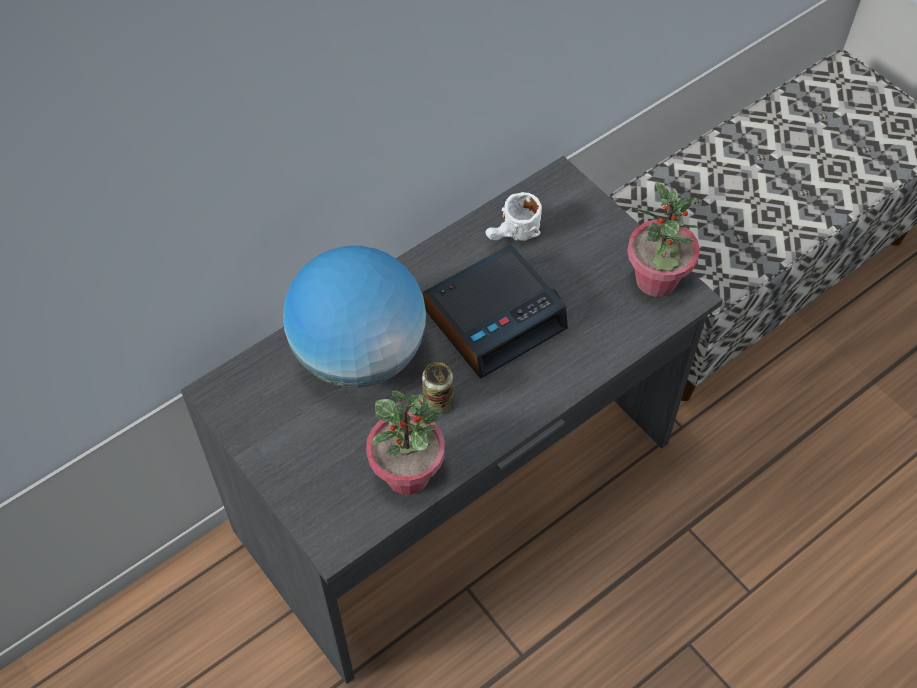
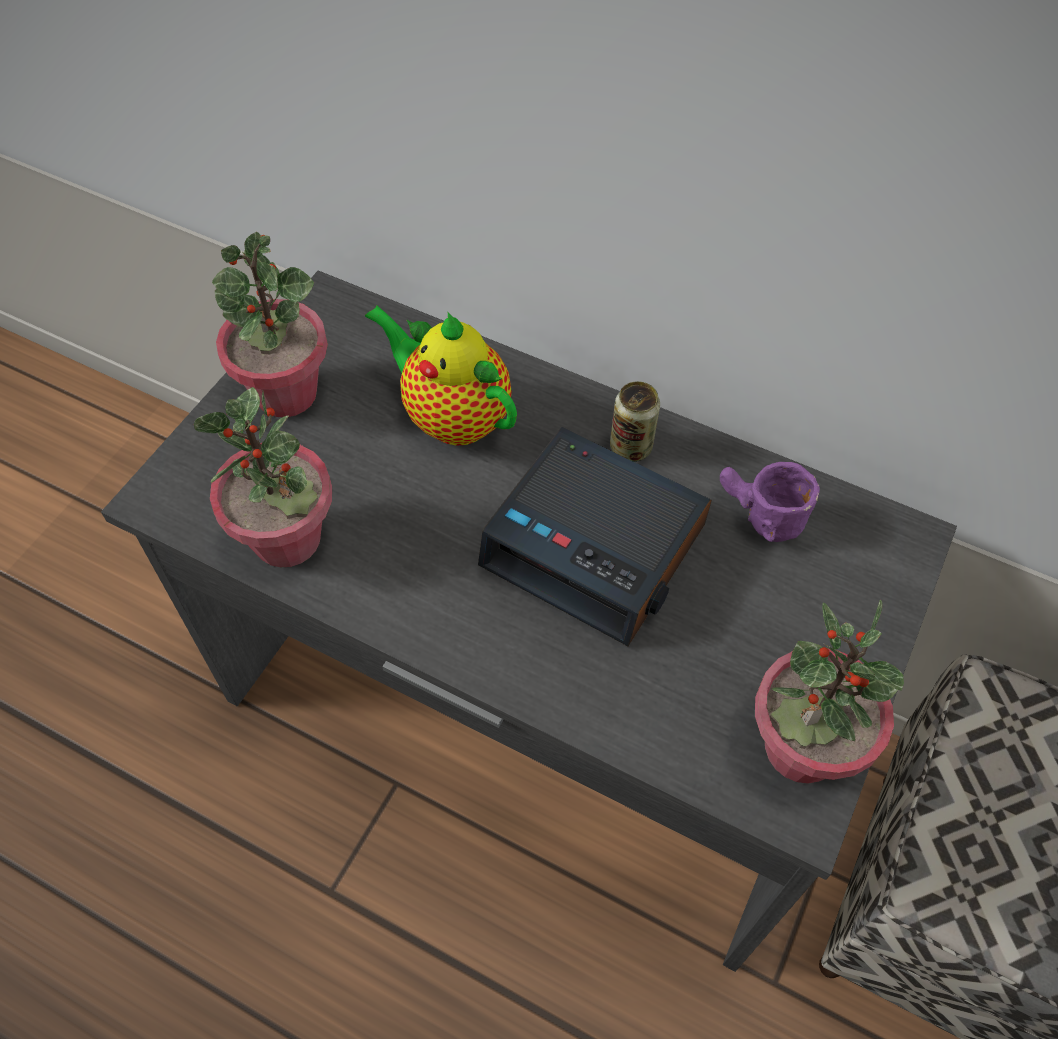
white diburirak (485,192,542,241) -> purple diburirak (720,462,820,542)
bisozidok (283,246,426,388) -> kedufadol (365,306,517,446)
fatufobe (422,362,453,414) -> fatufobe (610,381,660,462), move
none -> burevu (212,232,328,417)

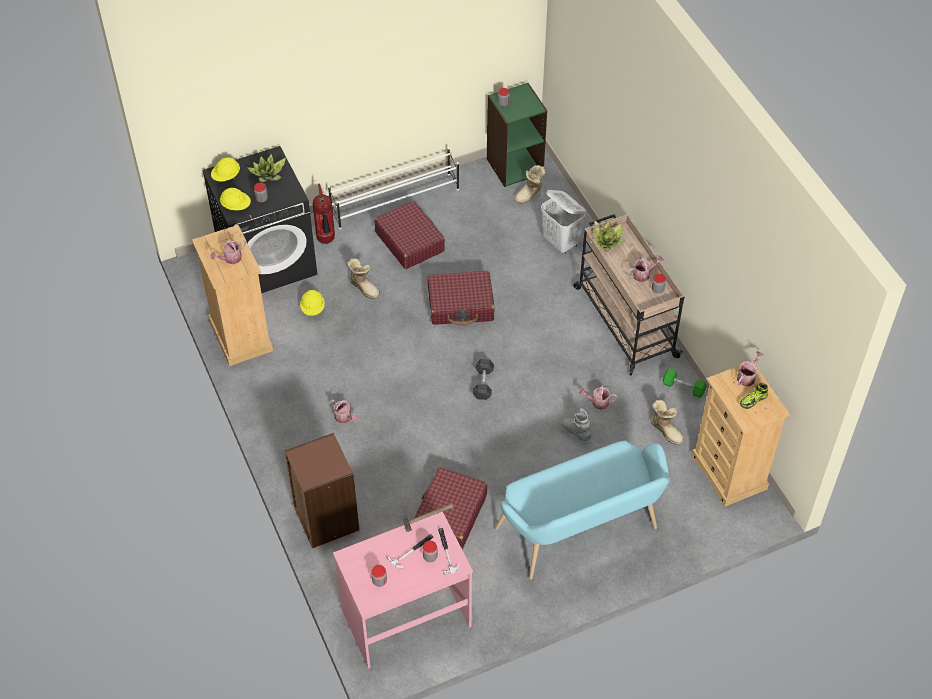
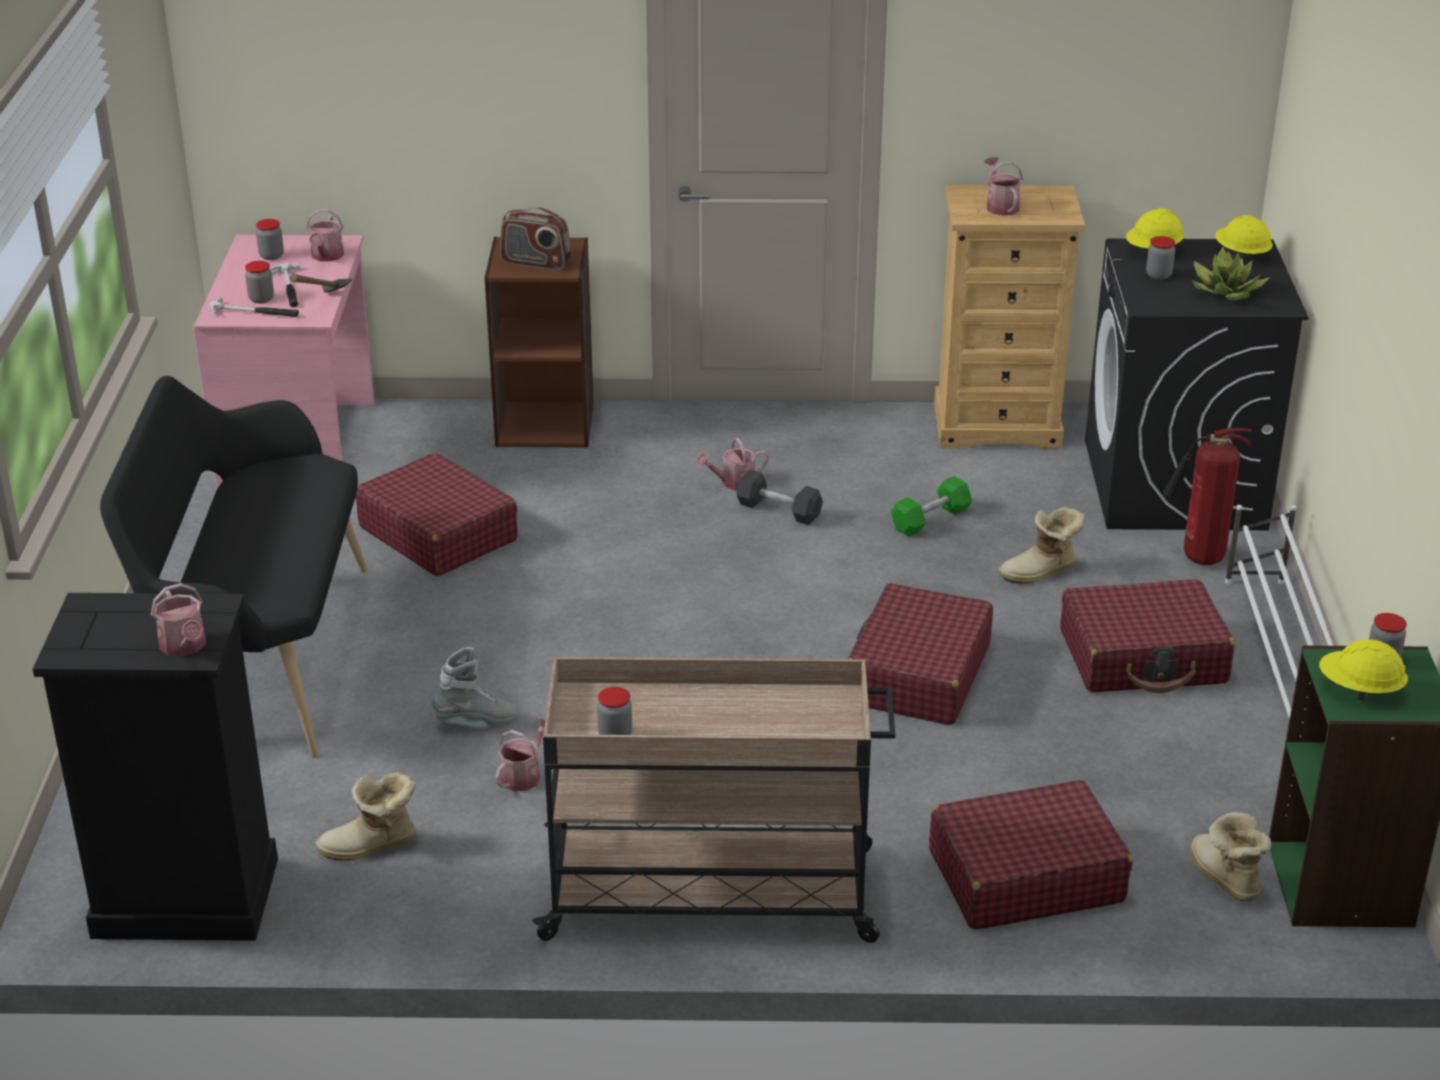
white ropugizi (541,190,586,254) -> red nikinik (929,780,1132,930)
burevu (590,220,626,252) -> none
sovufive (627,255,664,282) -> sovufive (306,209,344,262), move
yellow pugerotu (300,290,325,316) -> yellow pugerotu (1319,639,1408,701), move
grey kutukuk (473,359,494,400) -> grey kutukuk (736,469,823,525), move
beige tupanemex (692,361,790,507) -> black tupanemex (33,593,278,941)
green kutukuk (662,369,706,398) -> green kutukuk (890,476,972,537), move
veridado (740,383,768,409) -> none
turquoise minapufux (495,440,670,579) -> black minapufux (100,376,367,757)
none -> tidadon (500,208,572,270)

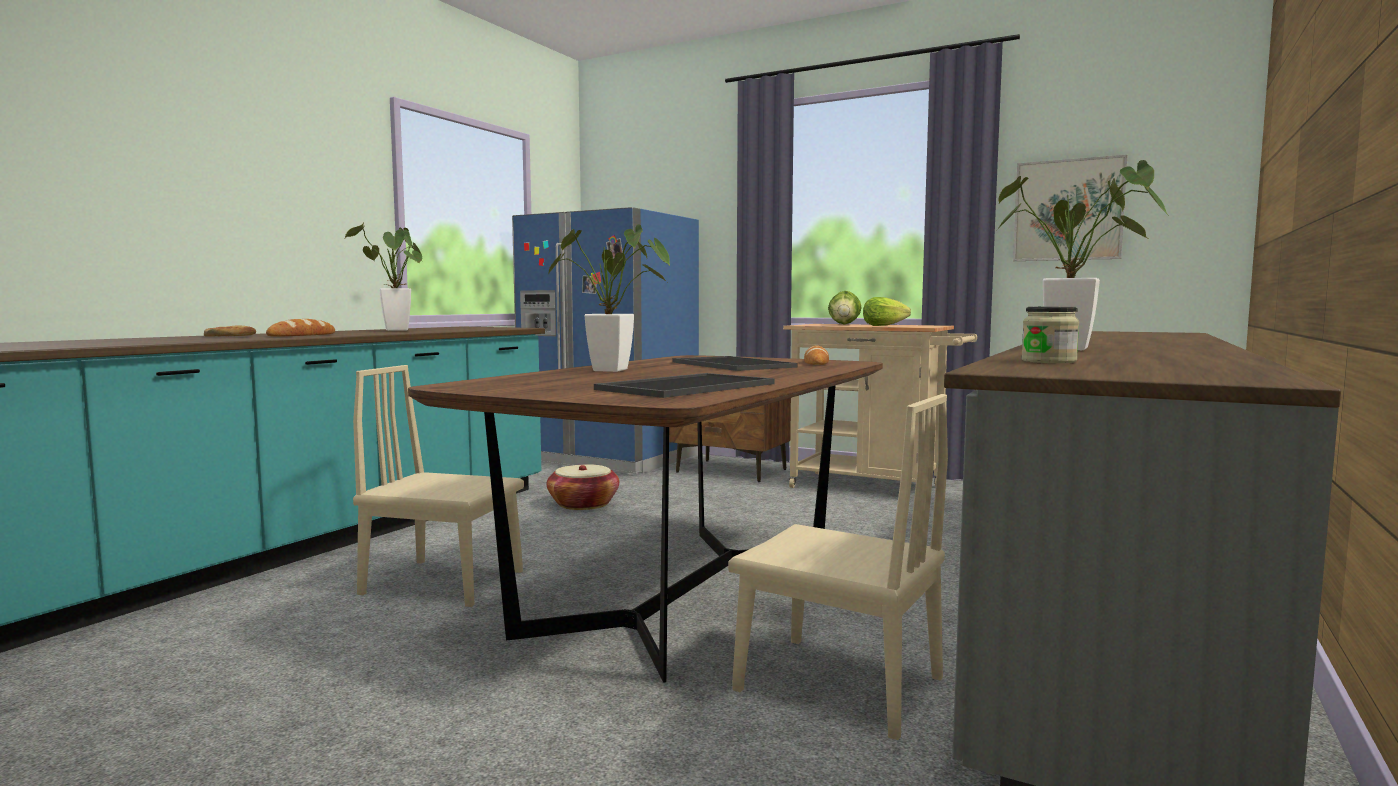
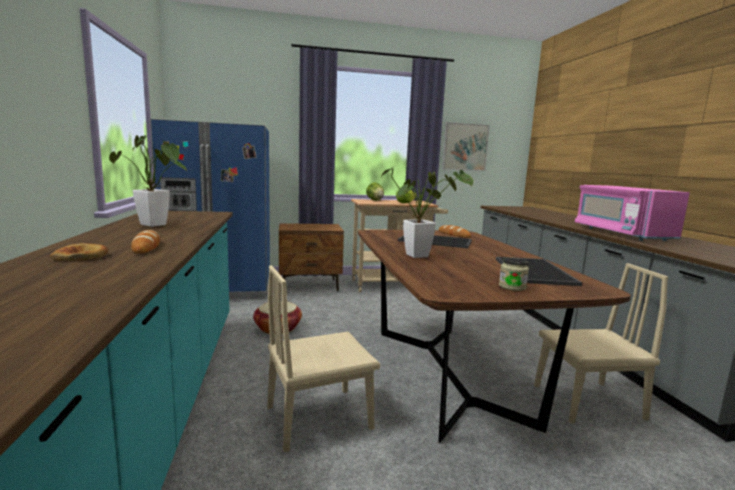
burevu (997,160,1169,350) -> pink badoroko (575,185,690,241)
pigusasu (1021,307,1079,363) -> pigusasu (499,257,529,291), move

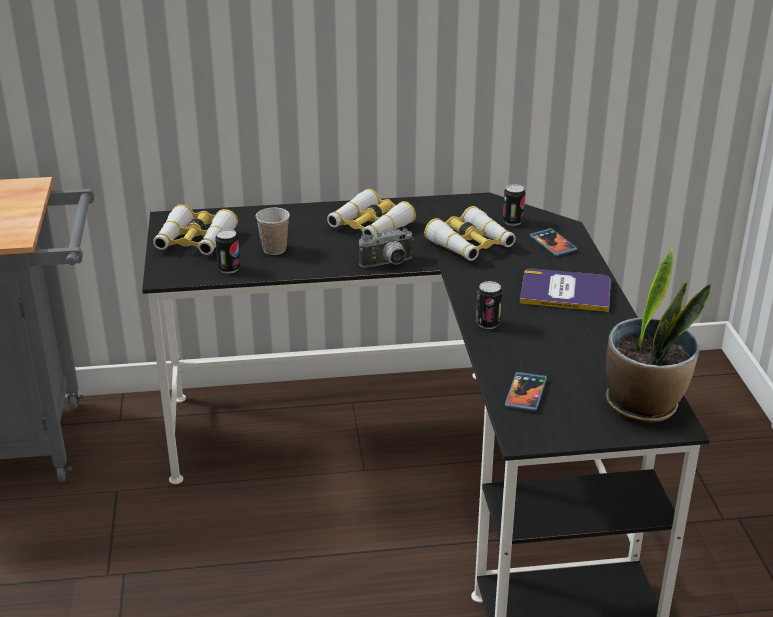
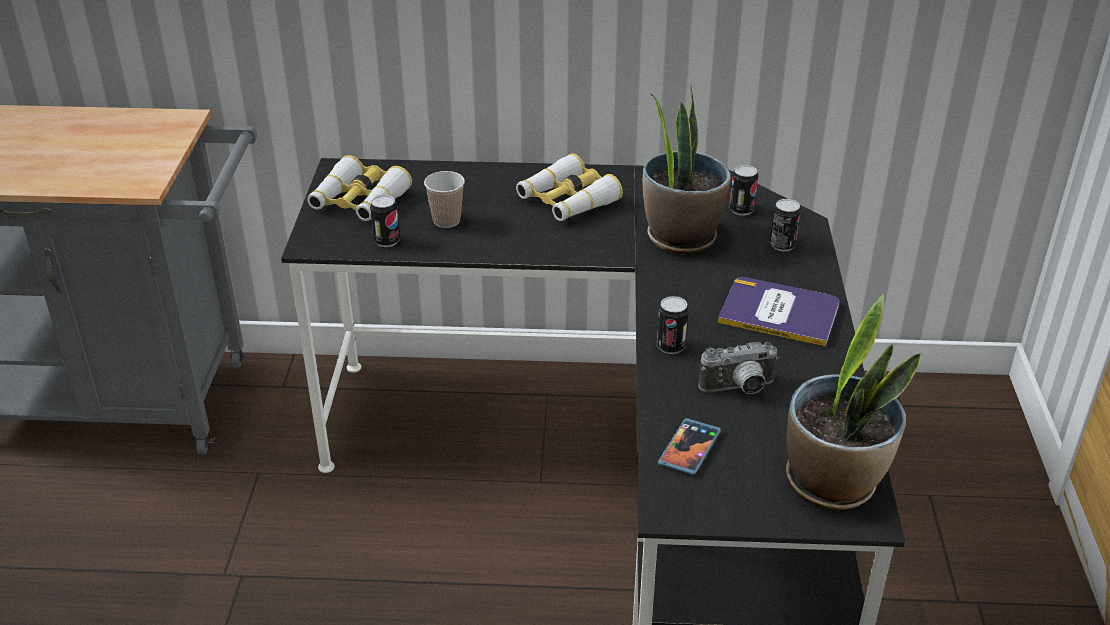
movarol (424,206,516,261) -> burevu (643,84,731,255)
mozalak (359,228,414,268) -> mozalak (699,342,779,394), move
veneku (530,228,577,256) -> fatufobe (770,199,801,251)

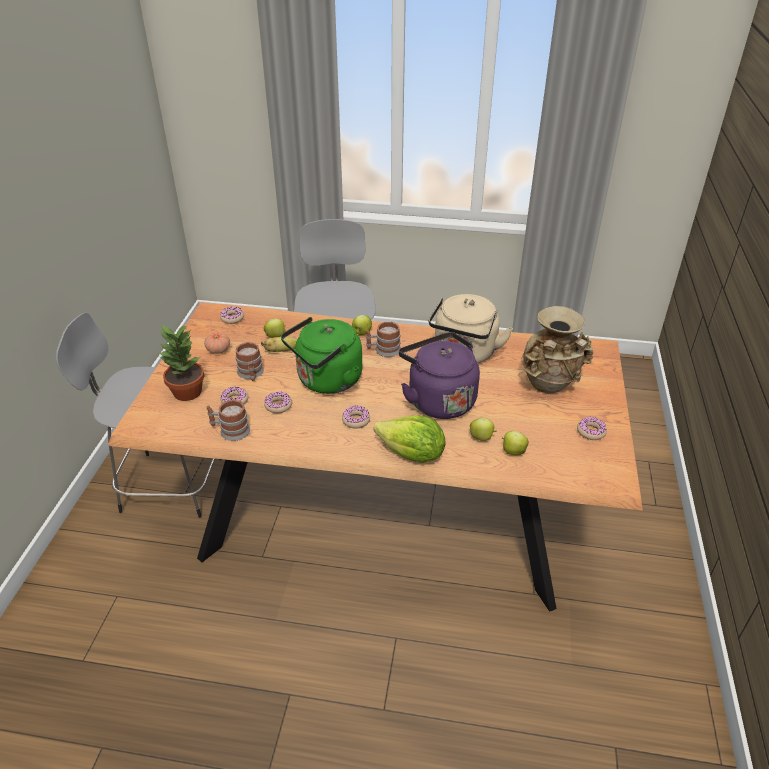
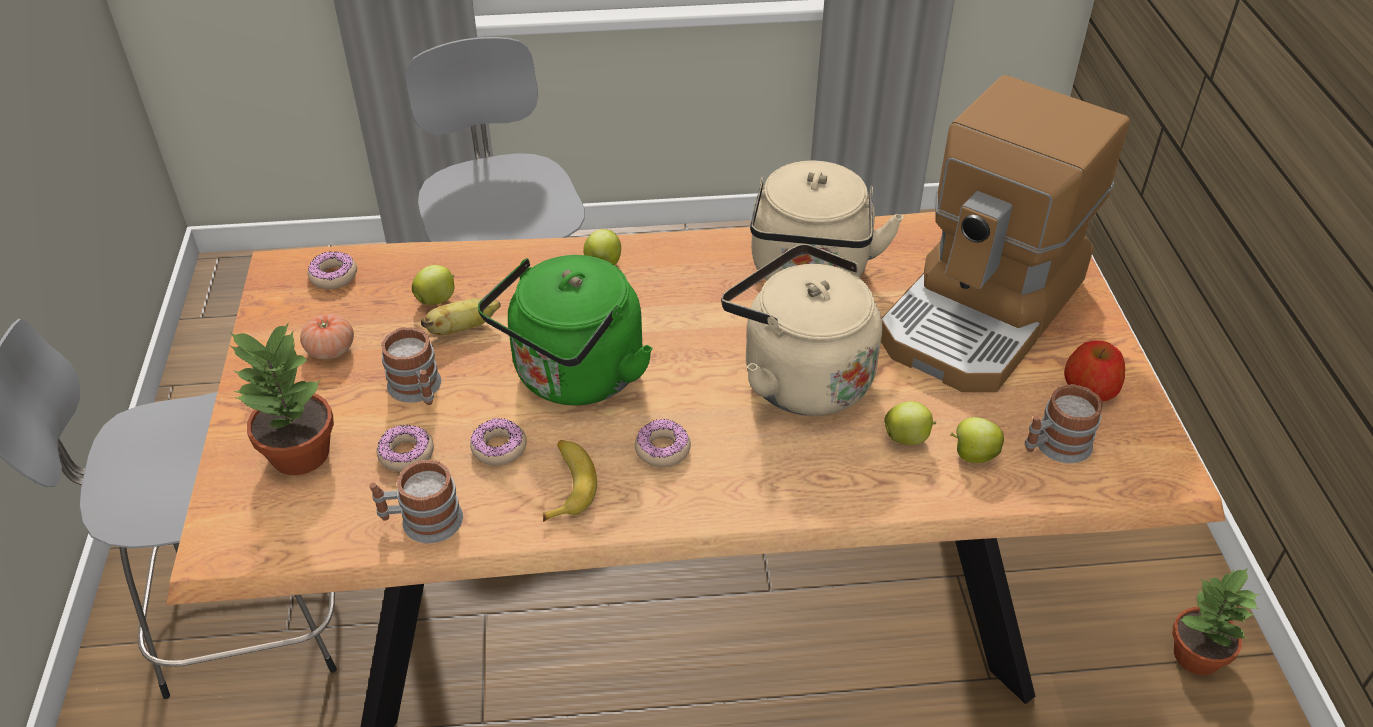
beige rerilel (522,306,593,393) -> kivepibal (881,75,1130,392)
diburirak (366,322,401,357) -> diburirak (1025,384,1102,463), move
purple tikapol (399,332,480,419) -> beige tikapol (721,244,882,416)
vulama (374,415,445,463) -> none
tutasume (577,417,607,440) -> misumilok (1064,341,1125,401)
none -> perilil (543,440,597,522)
none -> burevu (1172,568,1260,675)

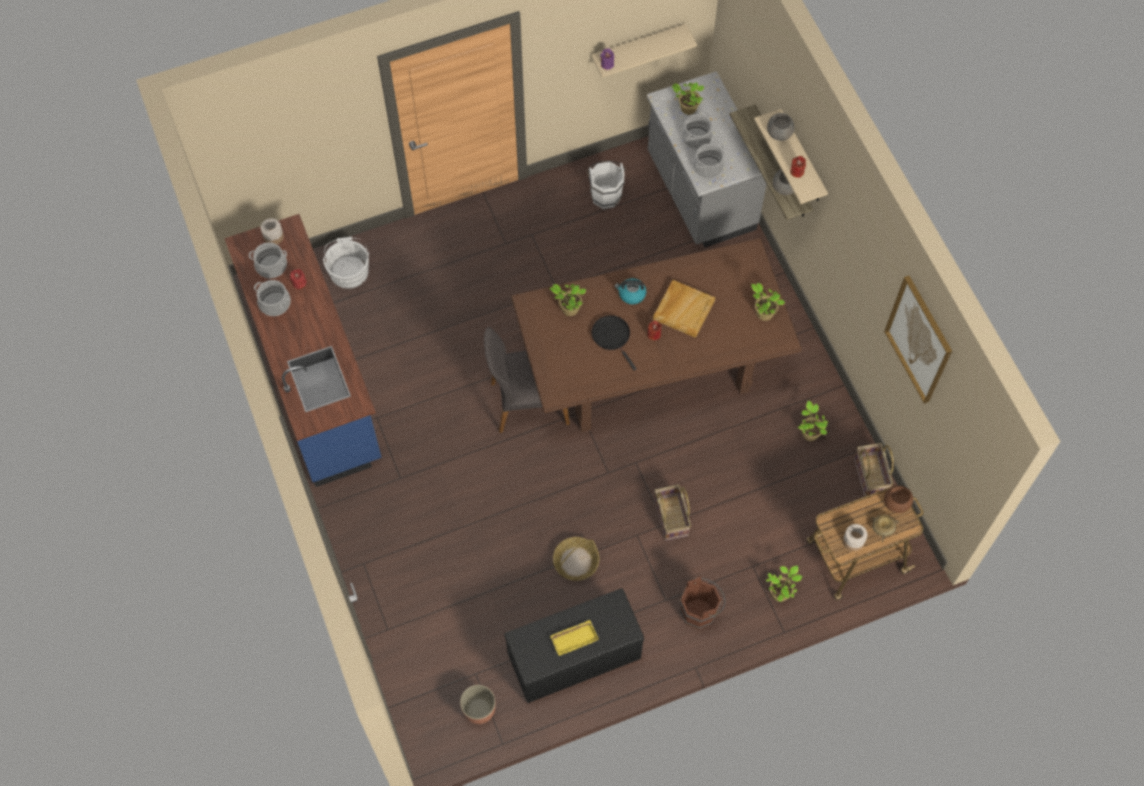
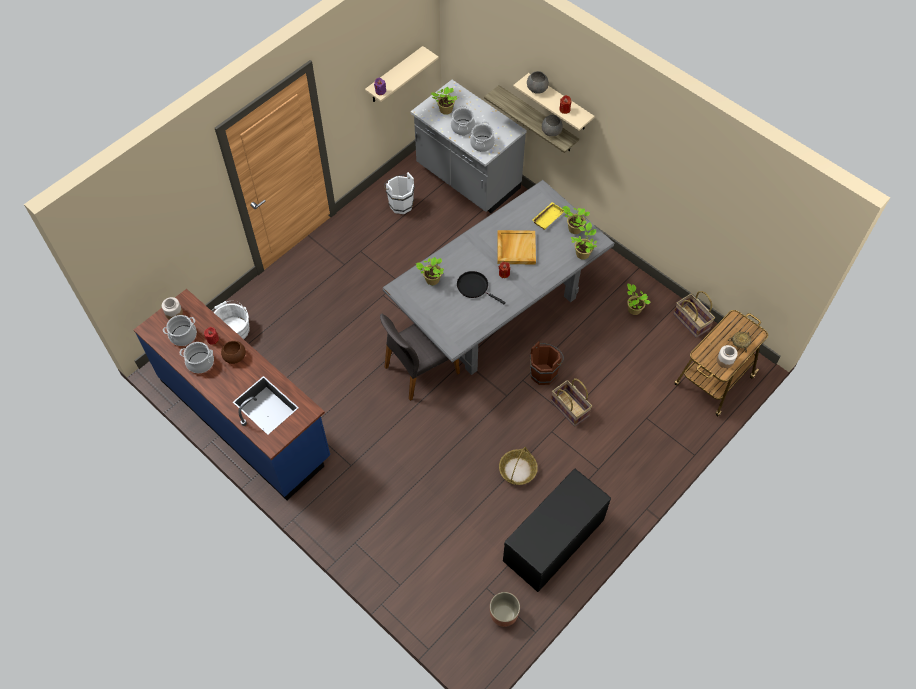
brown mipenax (511,238,802,432) -> grey mipenax (383,180,614,375)
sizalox (884,276,952,403) -> none
tikapol (615,278,646,304) -> none
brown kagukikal (884,485,913,513) -> brown kagukikal (221,341,246,364), move
burevu (766,566,802,602) -> burevu (571,222,597,260), move
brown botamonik (680,577,725,629) -> brown botamonik (530,341,564,385), move
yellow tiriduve (550,620,599,656) -> yellow tiriduve (532,202,564,230), move

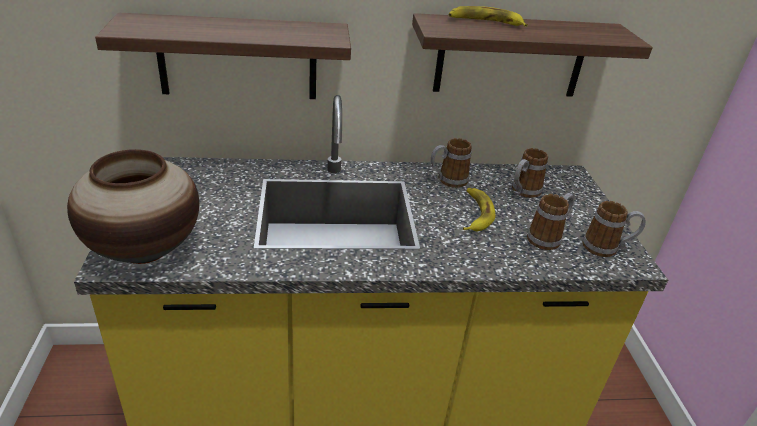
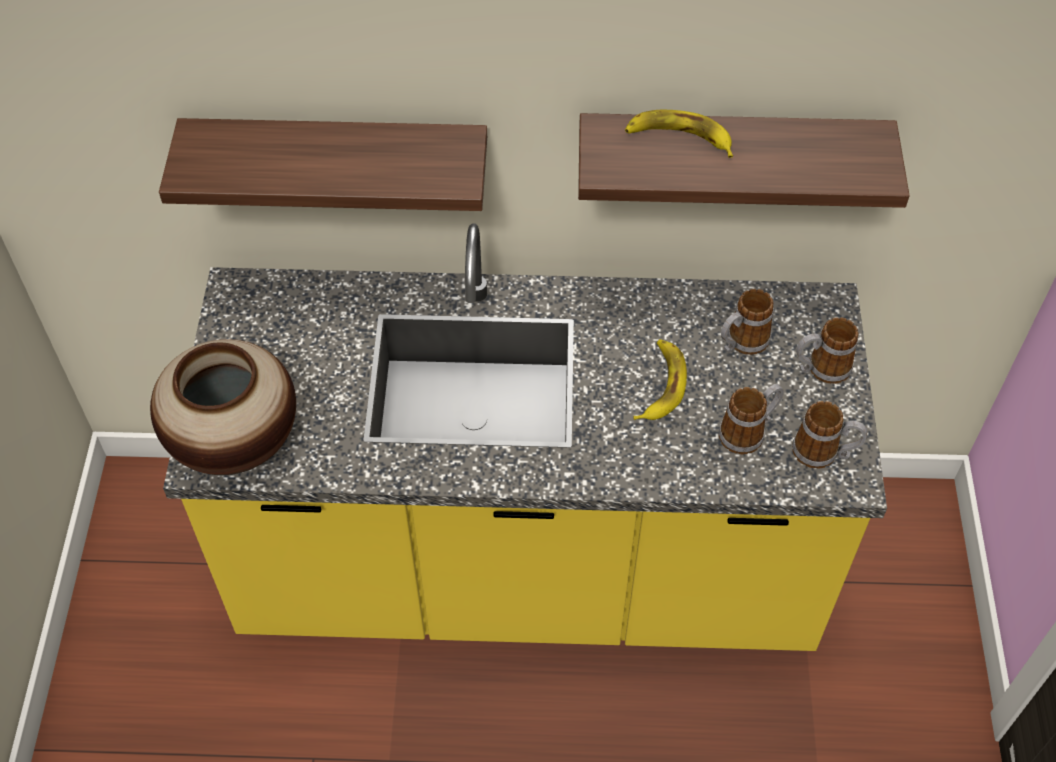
diburirak (431,138,472,188) -> diburirak (796,317,858,384), move

